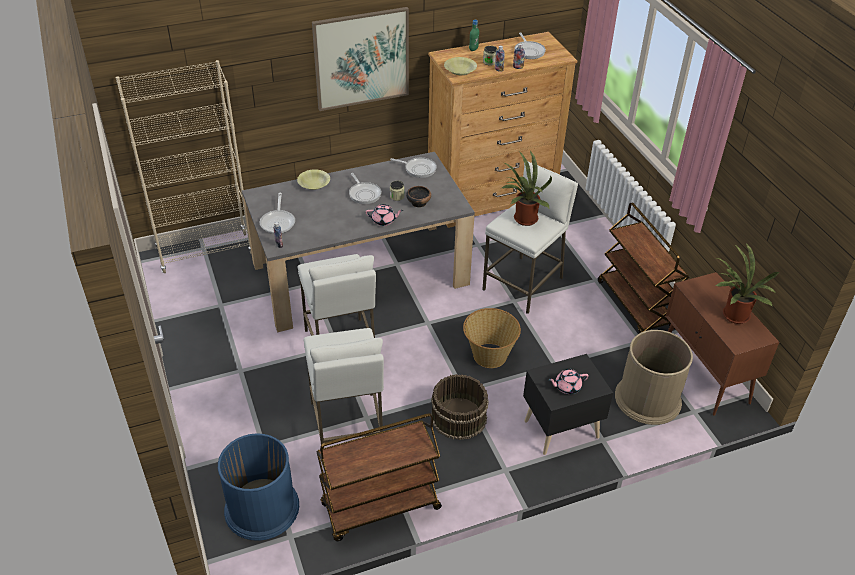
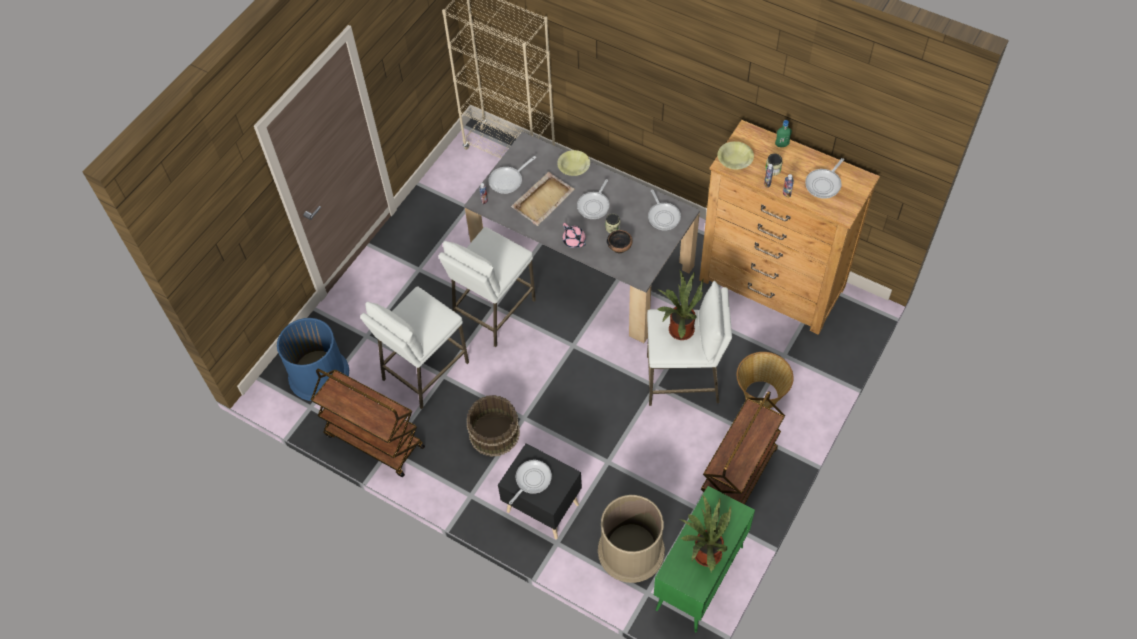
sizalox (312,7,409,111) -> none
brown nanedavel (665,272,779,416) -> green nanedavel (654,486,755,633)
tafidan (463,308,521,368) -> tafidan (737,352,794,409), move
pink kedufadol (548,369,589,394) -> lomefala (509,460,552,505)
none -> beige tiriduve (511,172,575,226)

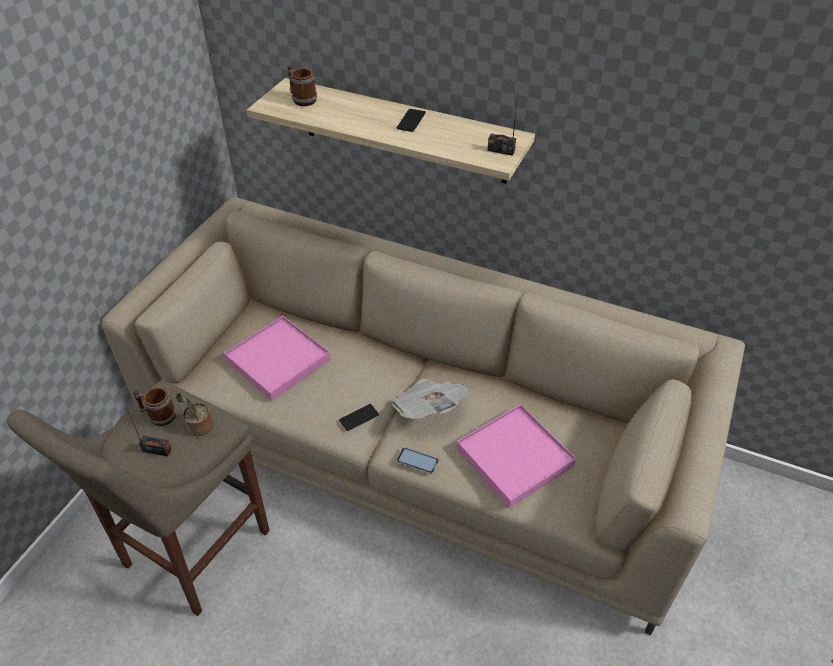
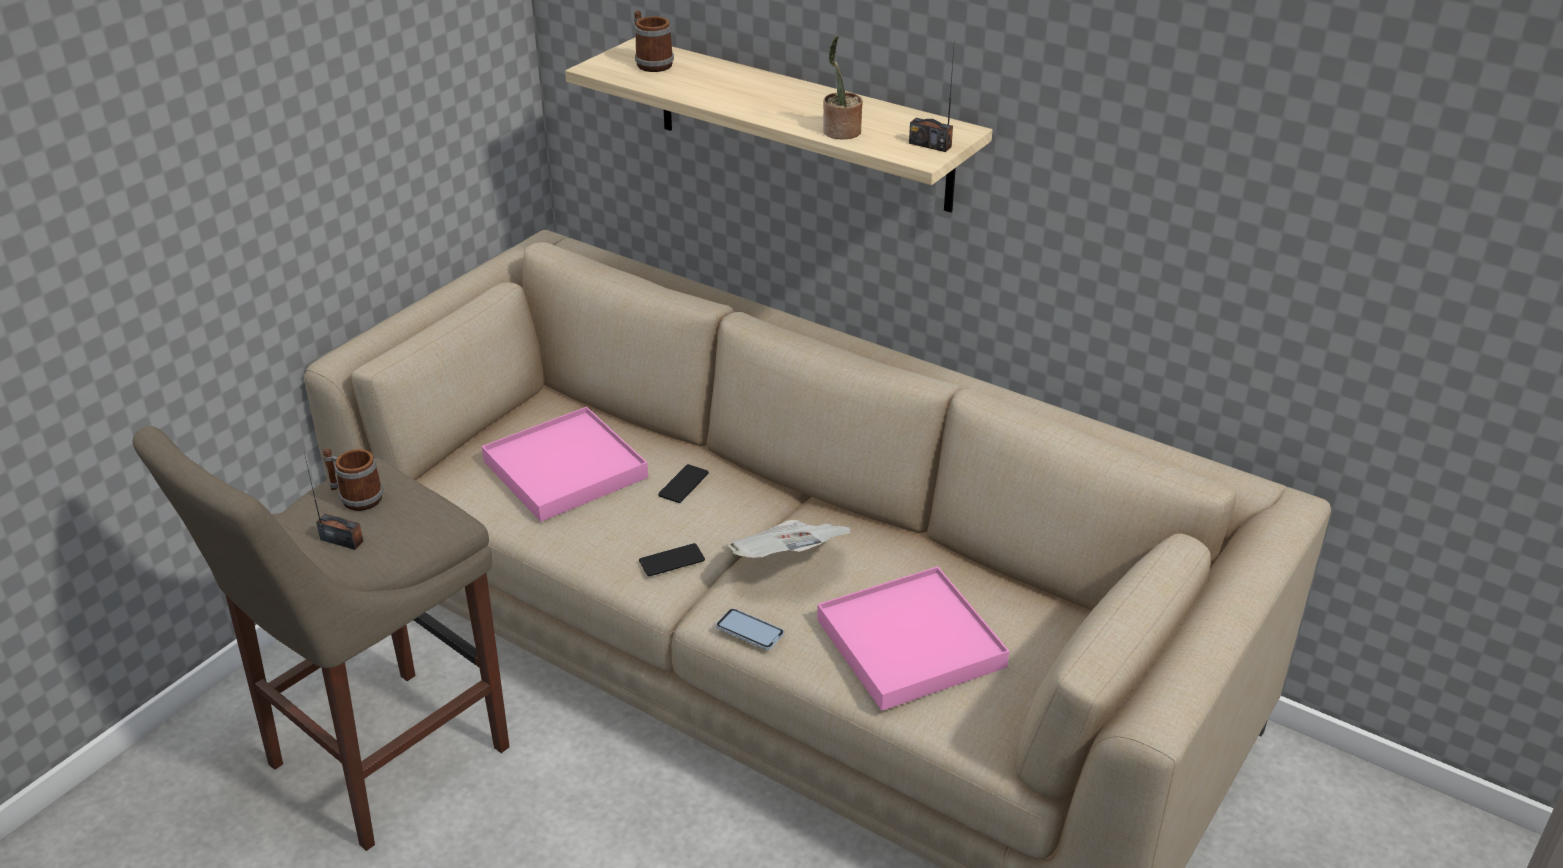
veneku (397,109,426,132) -> veneku (658,464,709,503), move
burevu (176,392,213,436) -> burevu (823,35,863,139), move

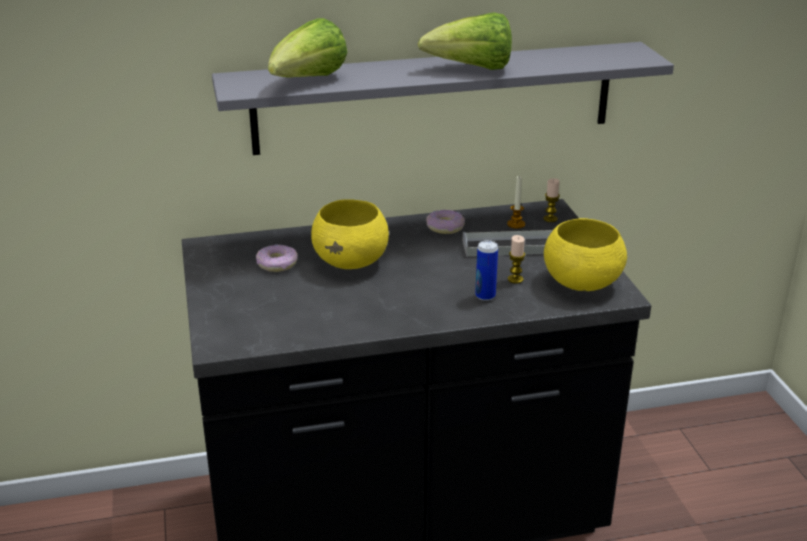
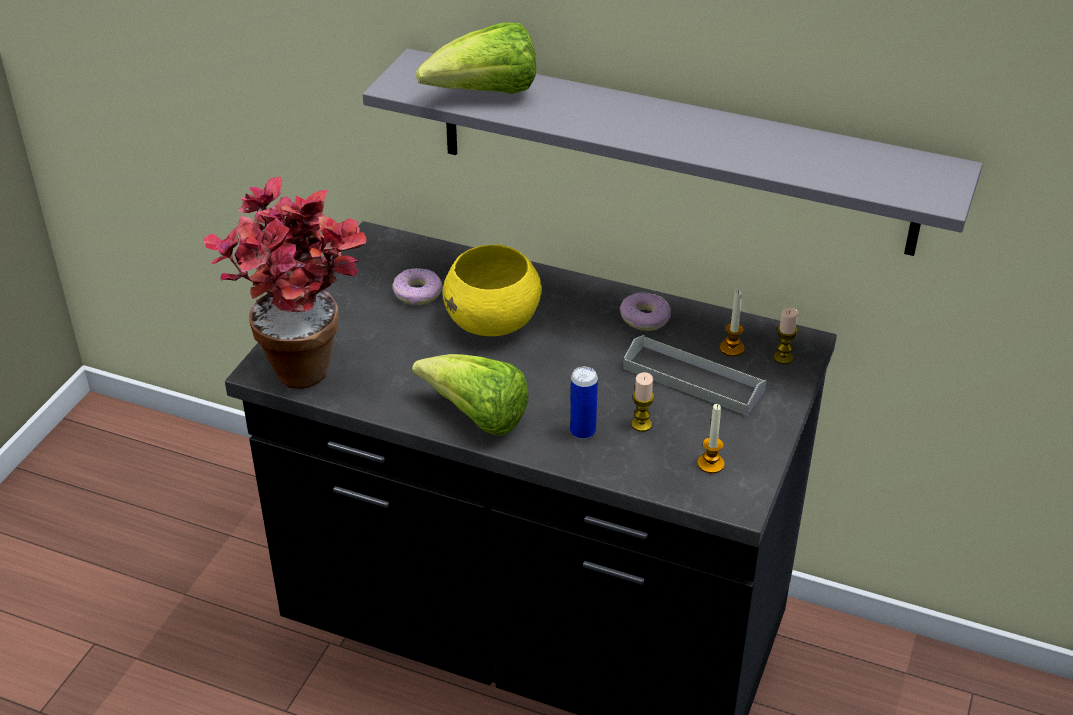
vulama (418,12,512,70) -> vulama (412,354,529,436), move
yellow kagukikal (544,218,627,291) -> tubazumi (697,404,725,474)
none -> burevu (204,177,367,389)

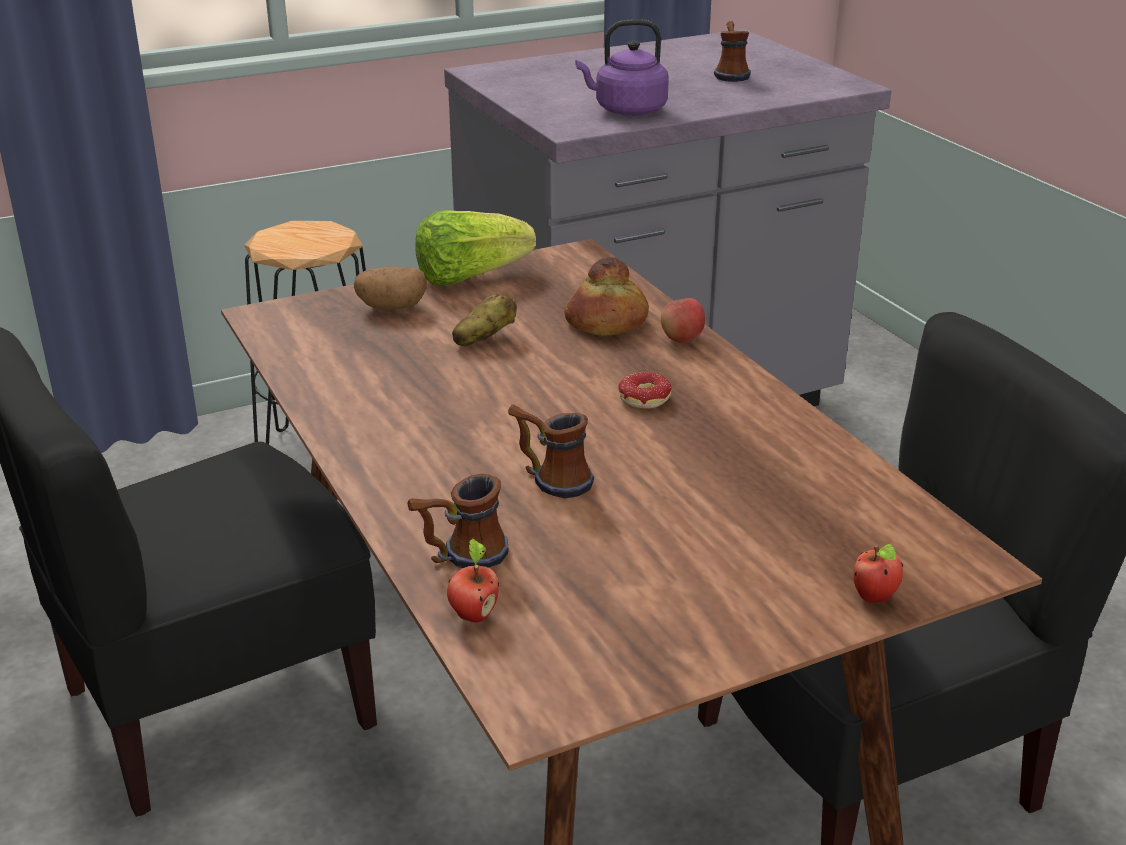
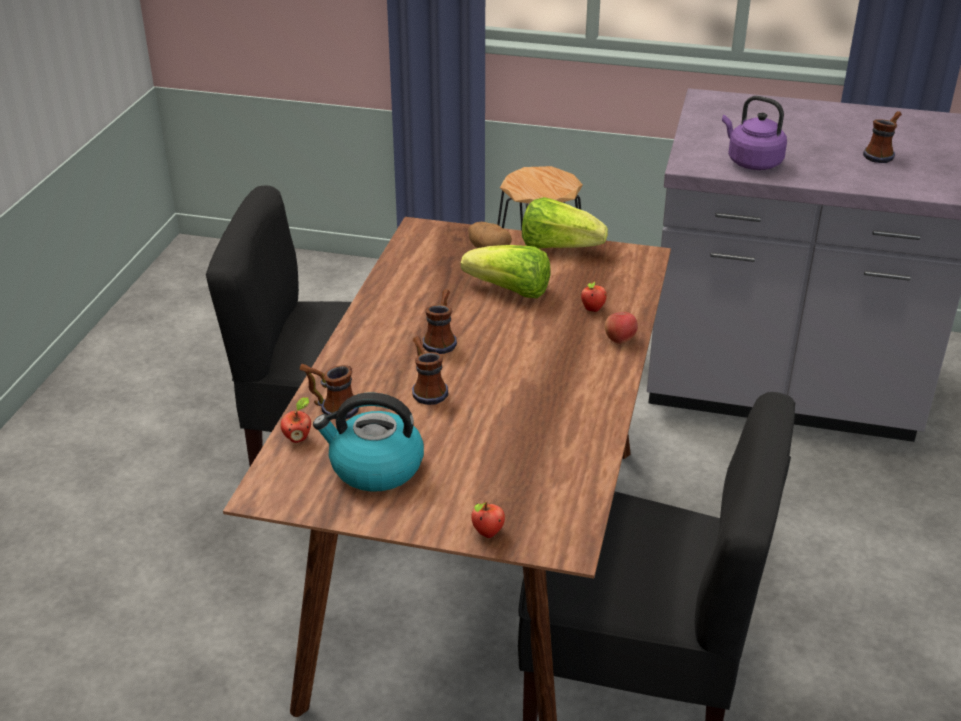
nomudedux (564,257,649,336) -> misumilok (581,281,607,312)
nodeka (452,294,517,346) -> vulama (461,245,550,298)
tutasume (619,372,696,409) -> none
none -> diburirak (422,289,457,354)
none -> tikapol (313,393,424,492)

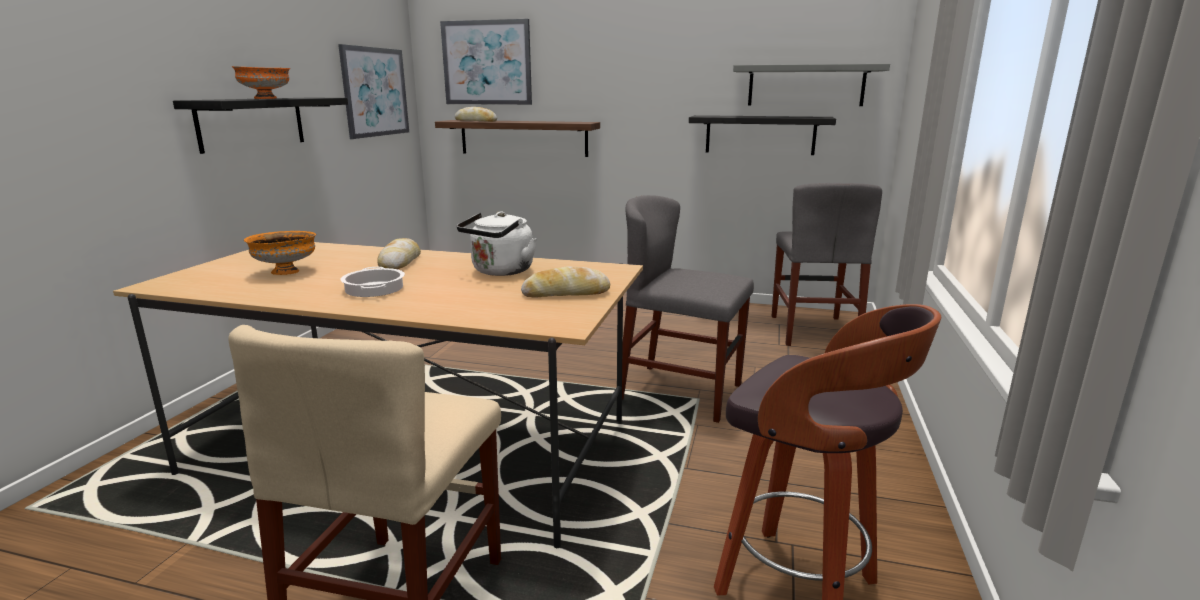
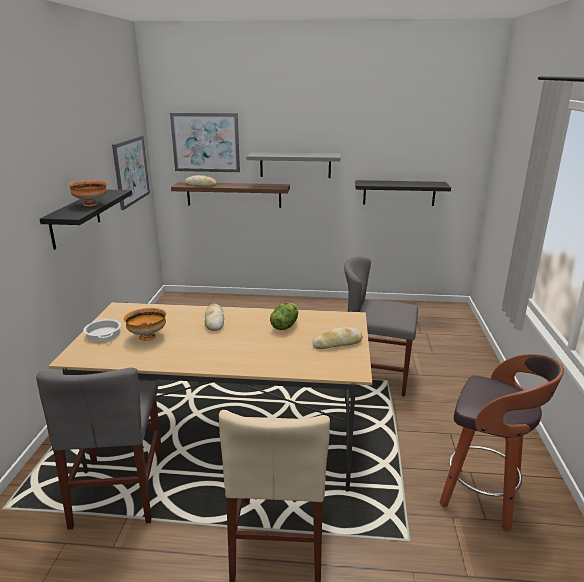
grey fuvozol (733,64,890,106) -> grey fuvozol (247,152,341,178), move
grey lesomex (772,183,882,346) -> grey lesomex (36,368,163,529), move
white tikapol (457,211,537,276) -> vulama (270,302,298,330)
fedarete (340,267,405,297) -> fedarete (83,318,121,342), move

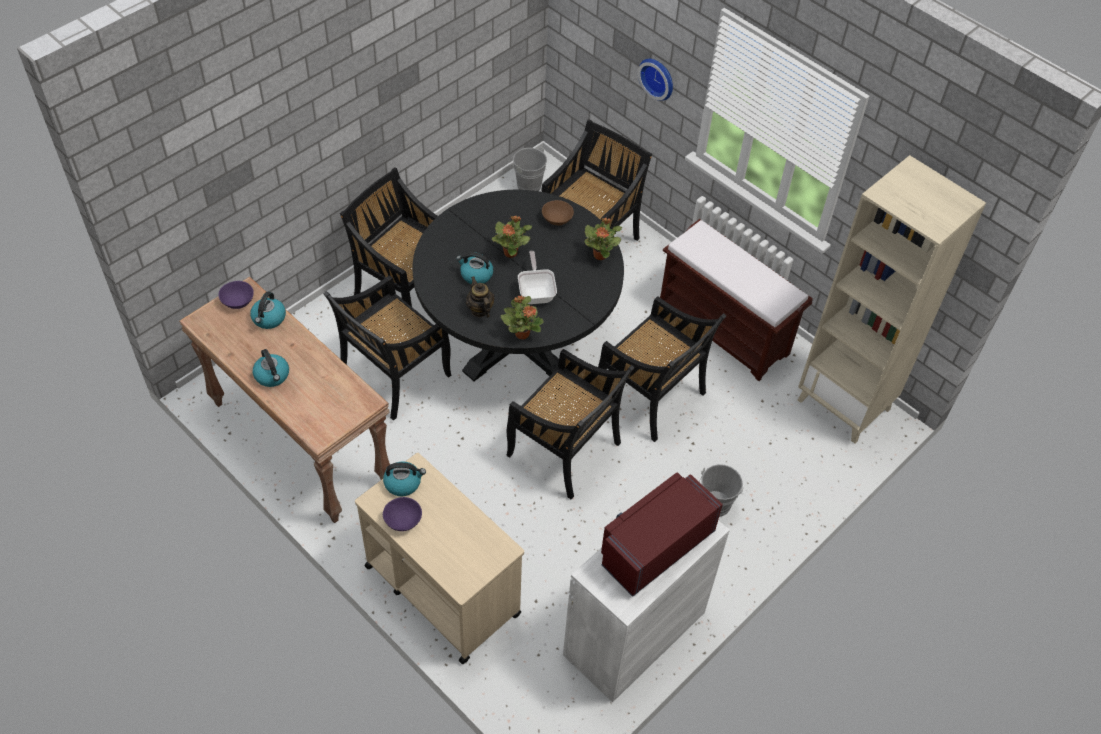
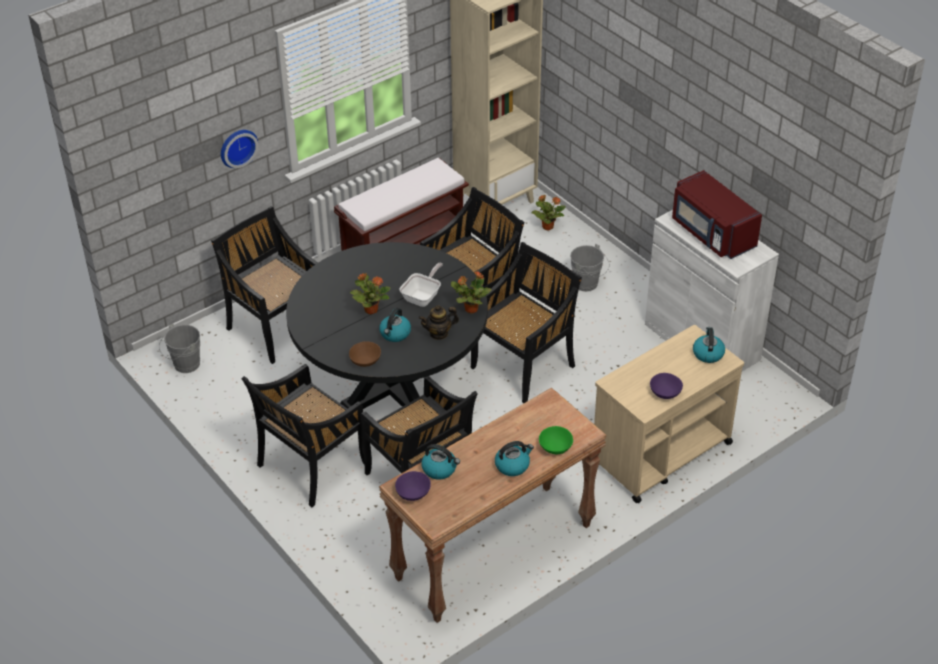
brown kagukikal (542,200,574,225) -> brown kagukikal (349,341,381,367), move
burevu (584,218,622,260) -> burevu (531,195,566,231), move
lomefala (518,251,557,304) -> lomefala (400,263,443,307), 120 degrees clockwise
tikapol (383,461,426,496) -> tikapol (693,327,725,363), move
none -> green kagukikal (539,426,573,454)

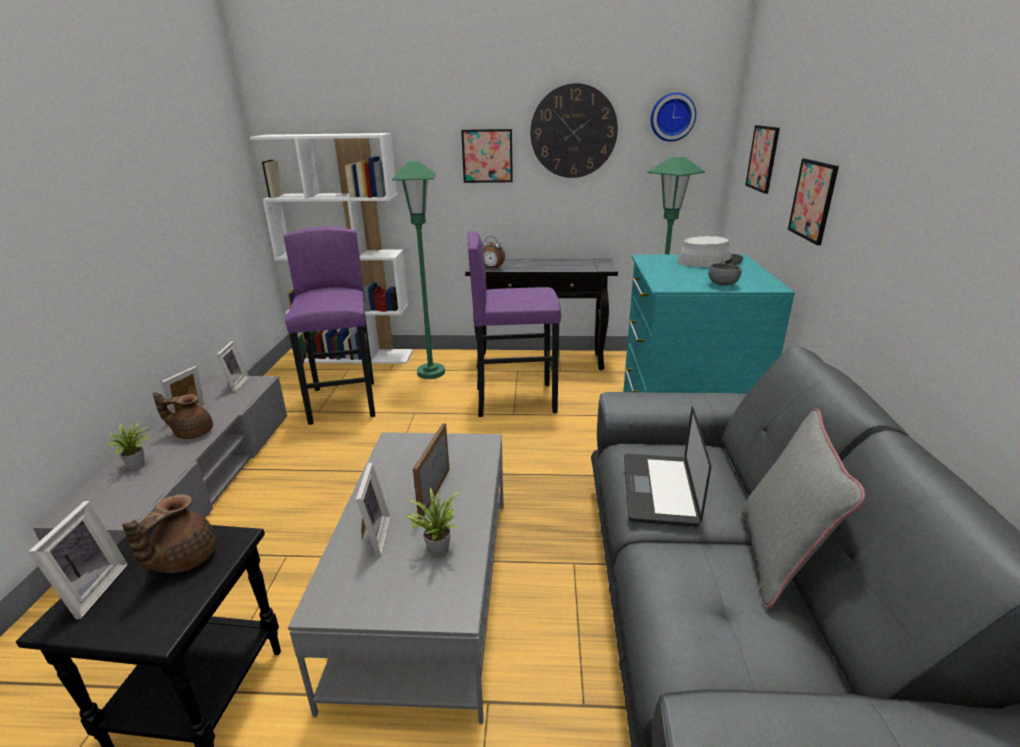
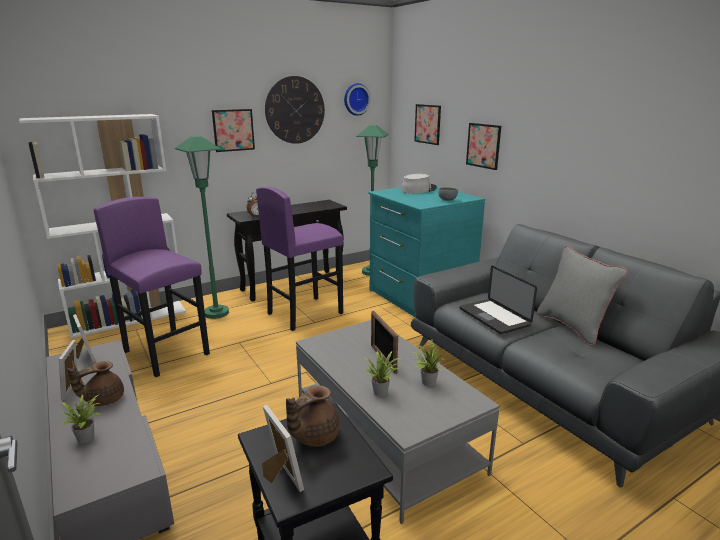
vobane (356,463,390,557) -> burevu (364,351,401,397)
brown kedufadol (122,494,216,573) -> brown kedufadol (286,386,339,447), 60 degrees clockwise

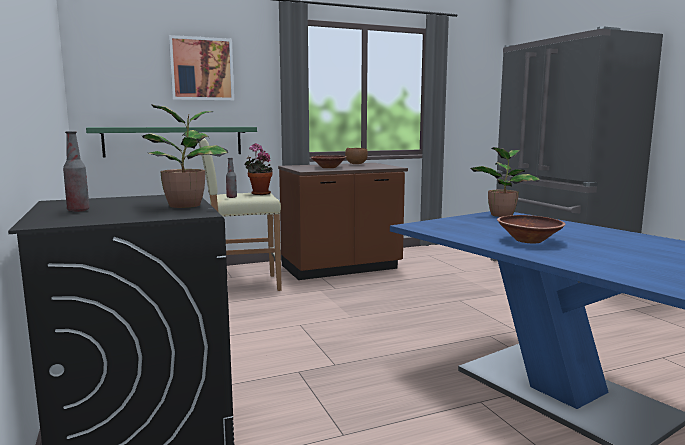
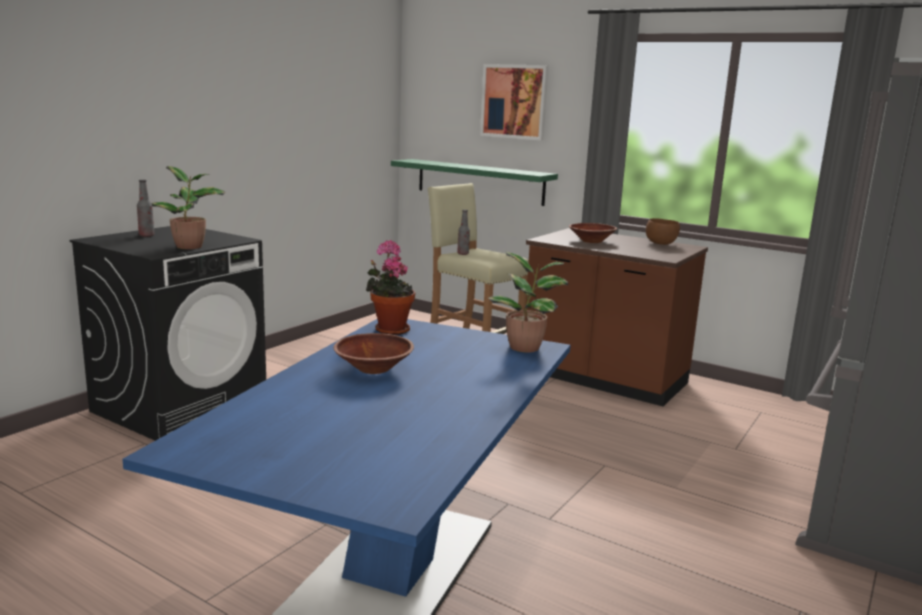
burevu (244,143,273,195) -> burevu (366,240,415,335), move

